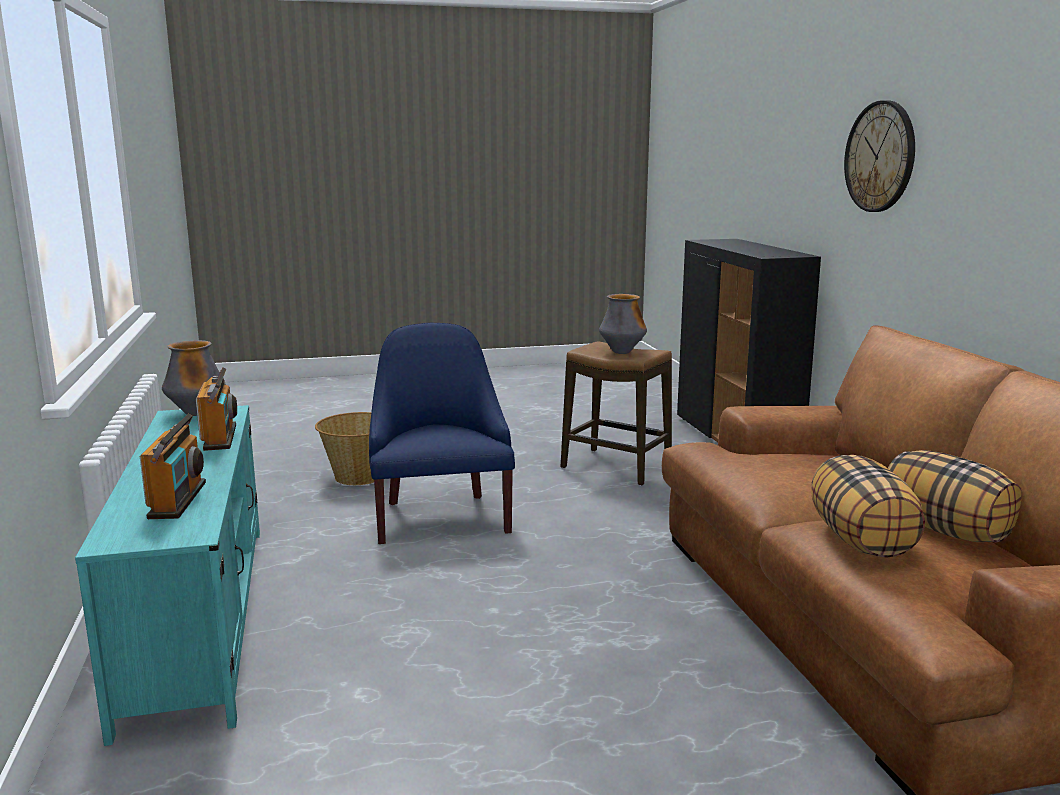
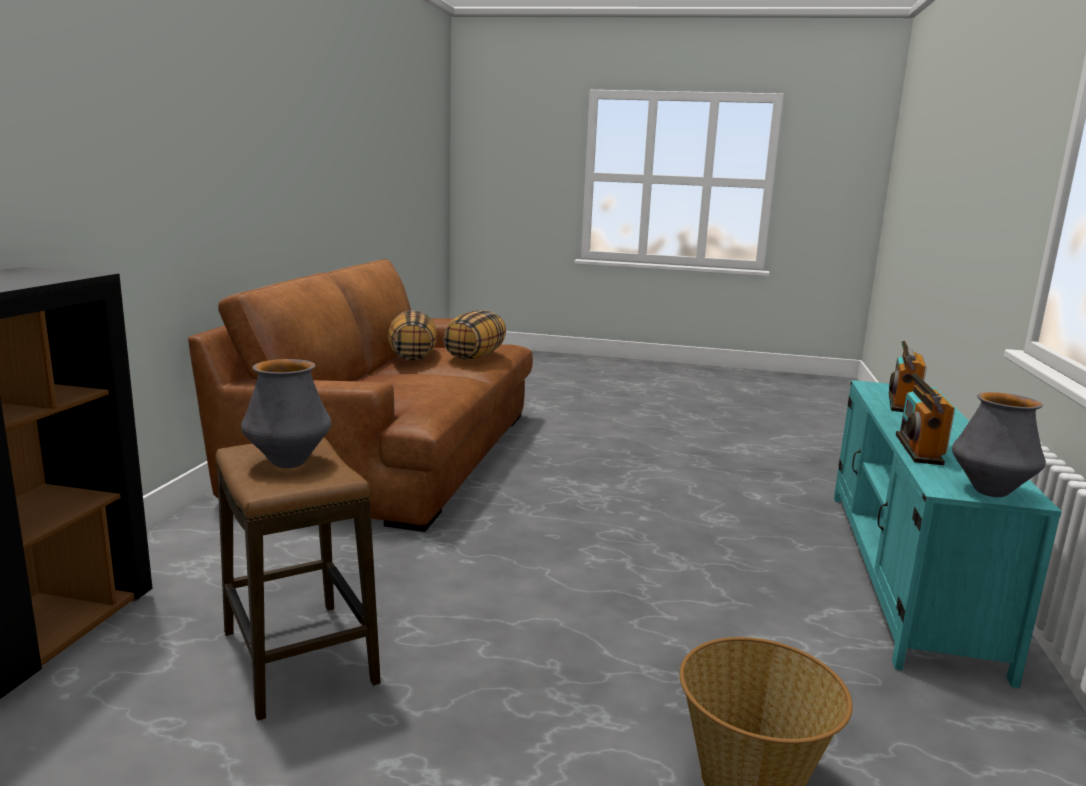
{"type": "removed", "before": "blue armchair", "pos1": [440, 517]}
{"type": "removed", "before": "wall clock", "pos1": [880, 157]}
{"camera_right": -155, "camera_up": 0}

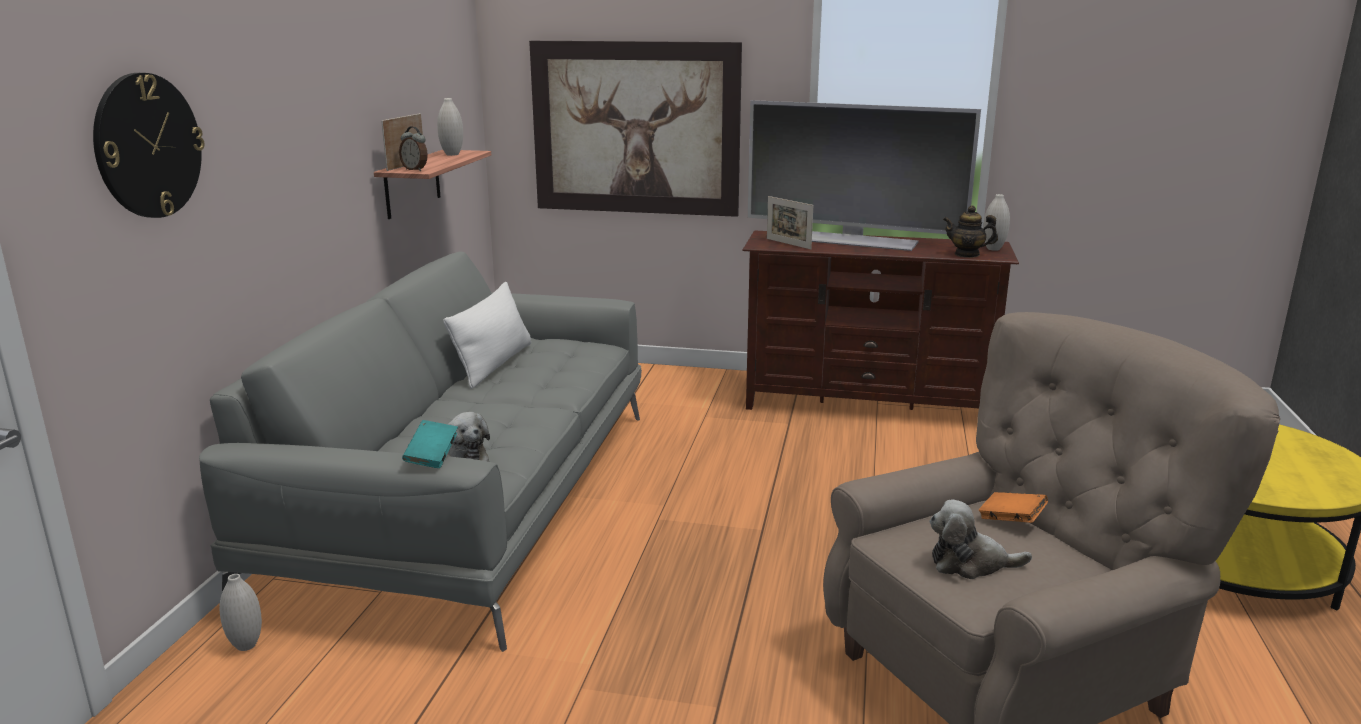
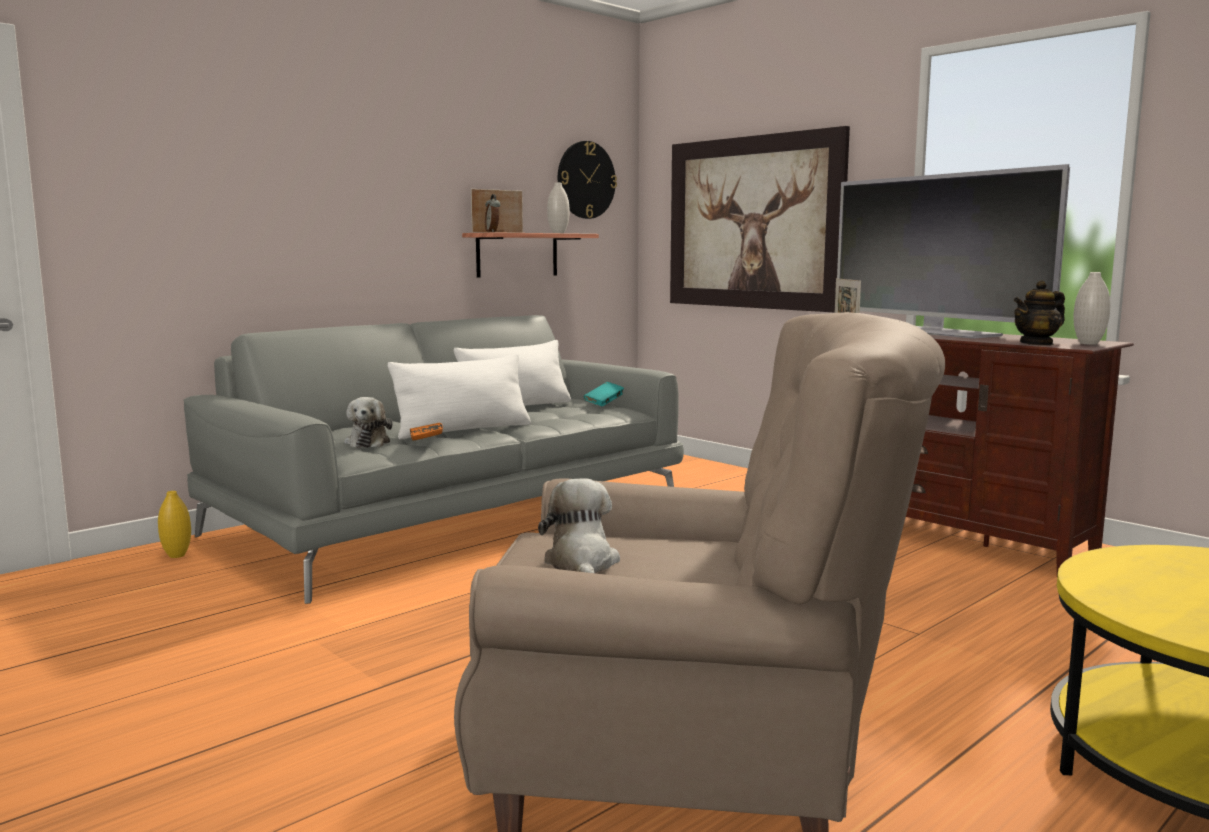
{"type": "added", "after": "white pillow", "pos2": [463, 430]}
{"type": "moved", "before": "wall clock", "pos1": [148, 146], "pos2": [586, 180]}
{"type": "moved", "before": "turquoise book", "pos1": [432, 457], "pos2": [604, 403]}
{"type": "moved", "before": "orange book", "pos1": [1011, 520], "pos2": [426, 443]}
{"type": "recoloured", "before": "white vase", "after": "yellow vase", "pos1": [246, 645], "pos2": [177, 555]}
{"type": "turned", "before": "plush toy", "pos1": [970, 563], "pos2": [581, 564], "turn": 45}
{"type": "turned", "before": "teapot", "pos1": [967, 254], "pos2": [1037, 343], "turn": -75}
{"camera_right": 35, "camera_up": -10}

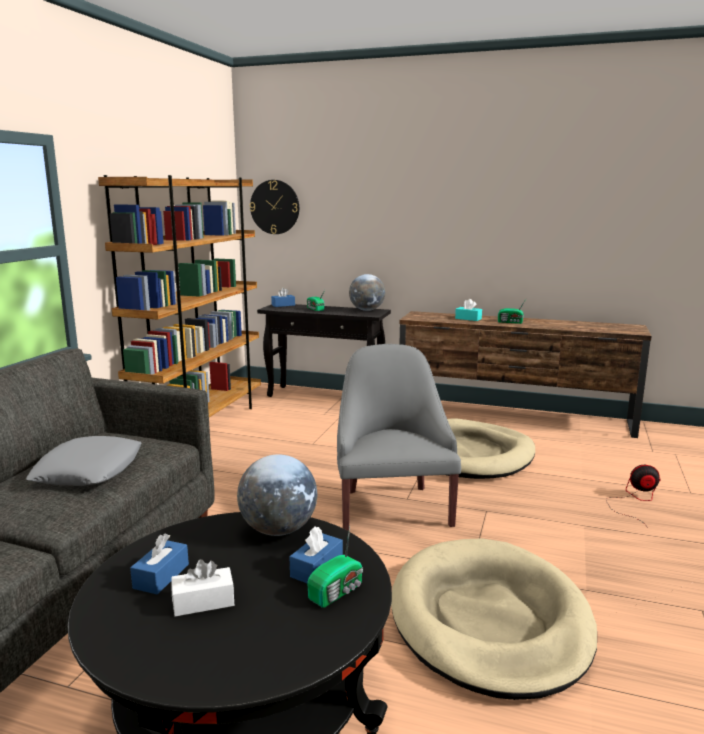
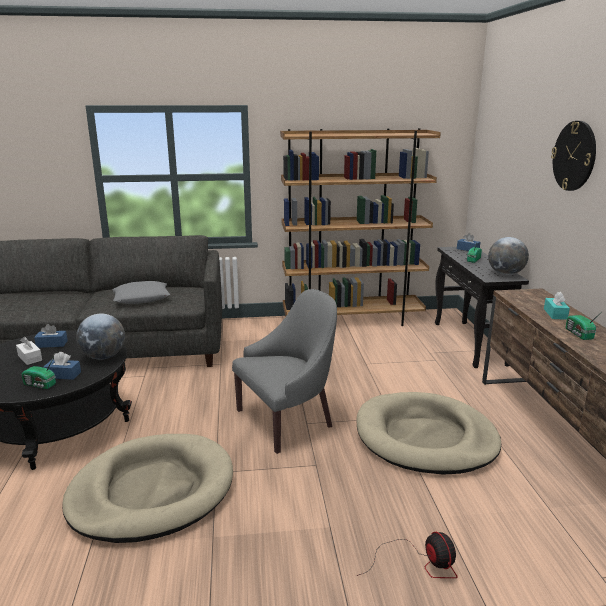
{"type": "moved", "before": "wall clock", "pos1": [275, 207], "pos2": [574, 156]}
{"camera_right": 65, "camera_up": 5}

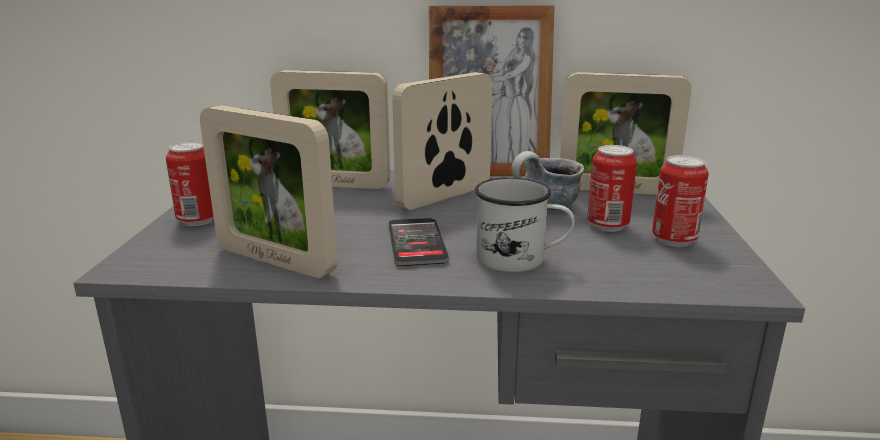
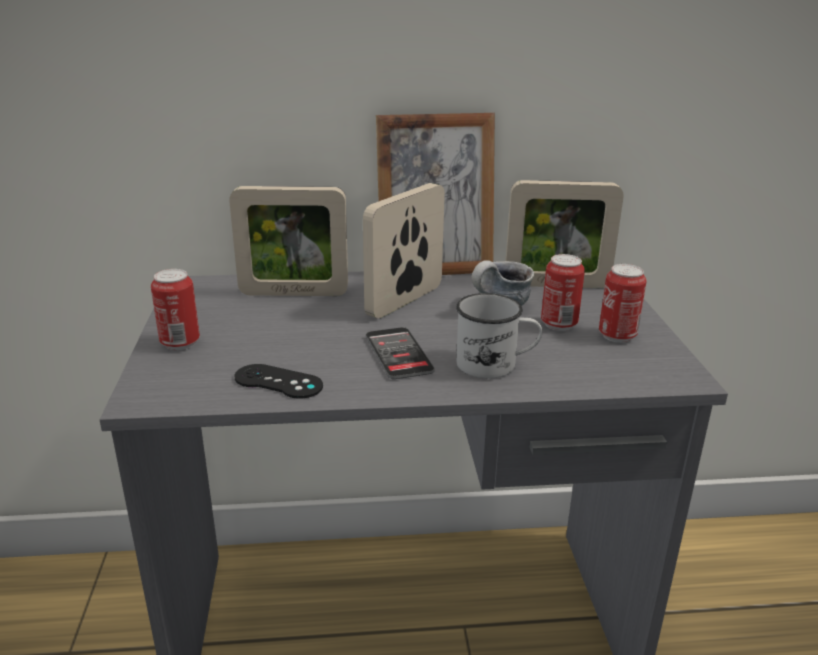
{"type": "replaced", "before": "picture frame", "after": "black game controller", "pos1": [275, 260], "pos2": [278, 382]}
{"camera_right": -10, "camera_up": 5}

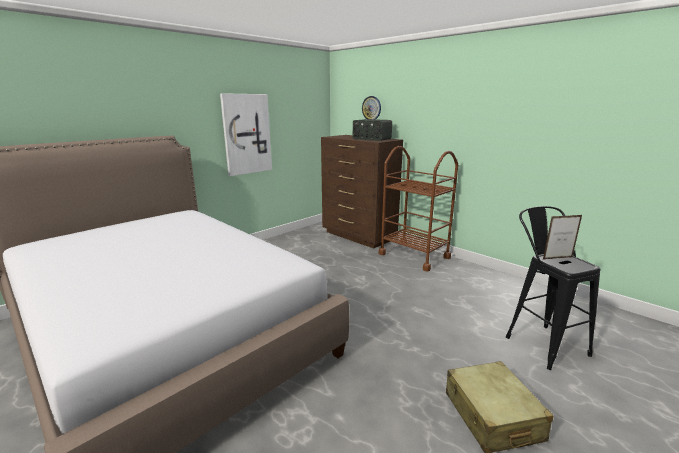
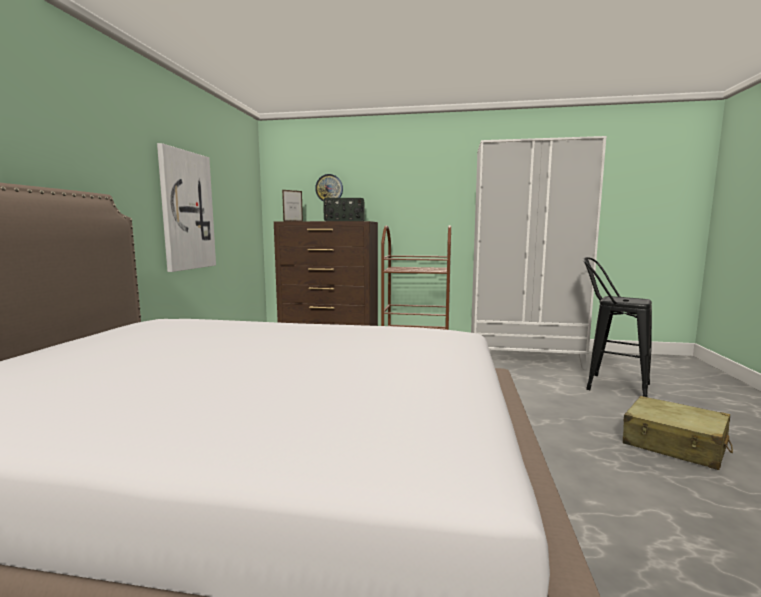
{"type": "added", "after": "white wardrobe", "pos2": [524, 357]}
{"type": "moved", "before": "picture frame", "pos1": [557, 258], "pos2": [293, 221]}
{"camera_right": -35, "camera_up": -10}

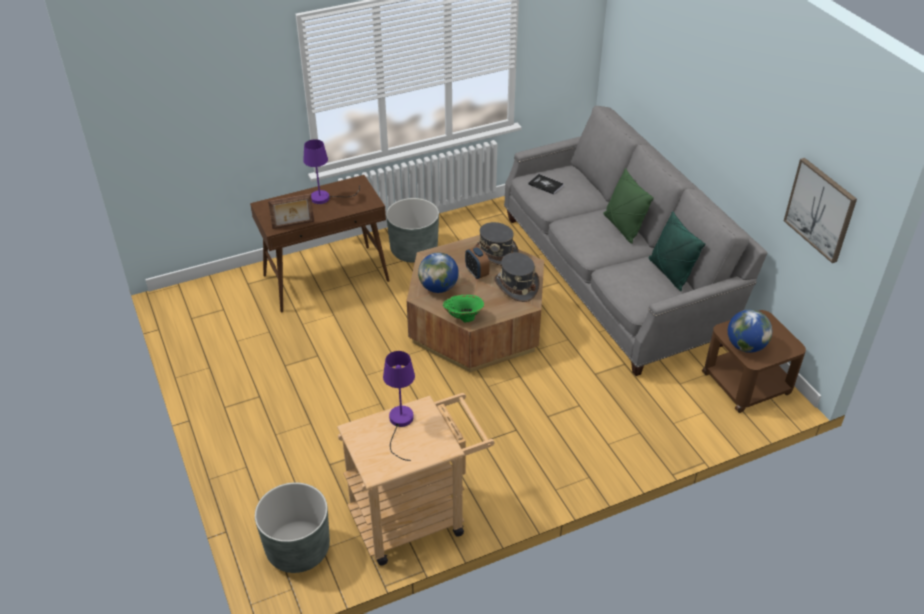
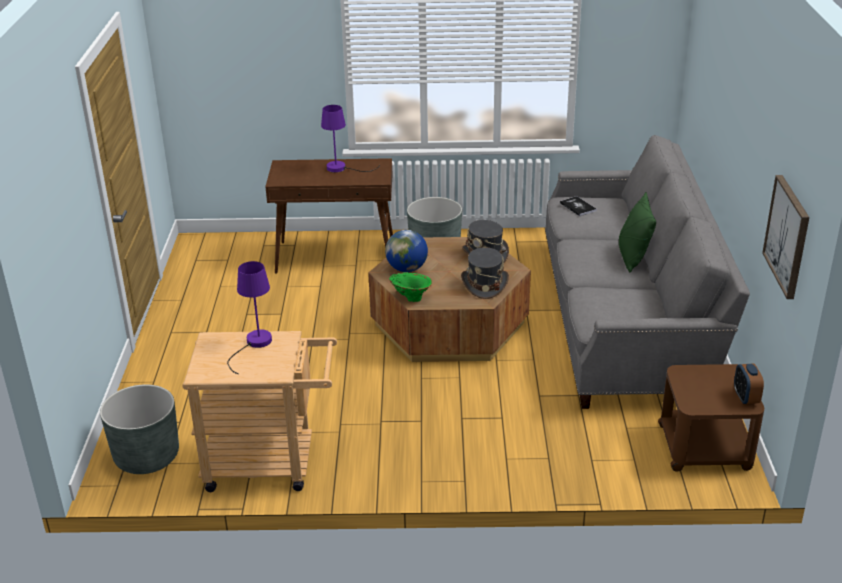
{"type": "removed", "before": "picture frame", "pos1": [293, 225]}
{"type": "removed", "before": "green pillow", "pos1": [670, 273]}
{"type": "removed", "before": "globe", "pos1": [745, 346]}
{"type": "moved", "before": "alarm clock", "pos1": [477, 273], "pos2": [745, 398]}
{"camera_right": 25, "camera_up": -10}

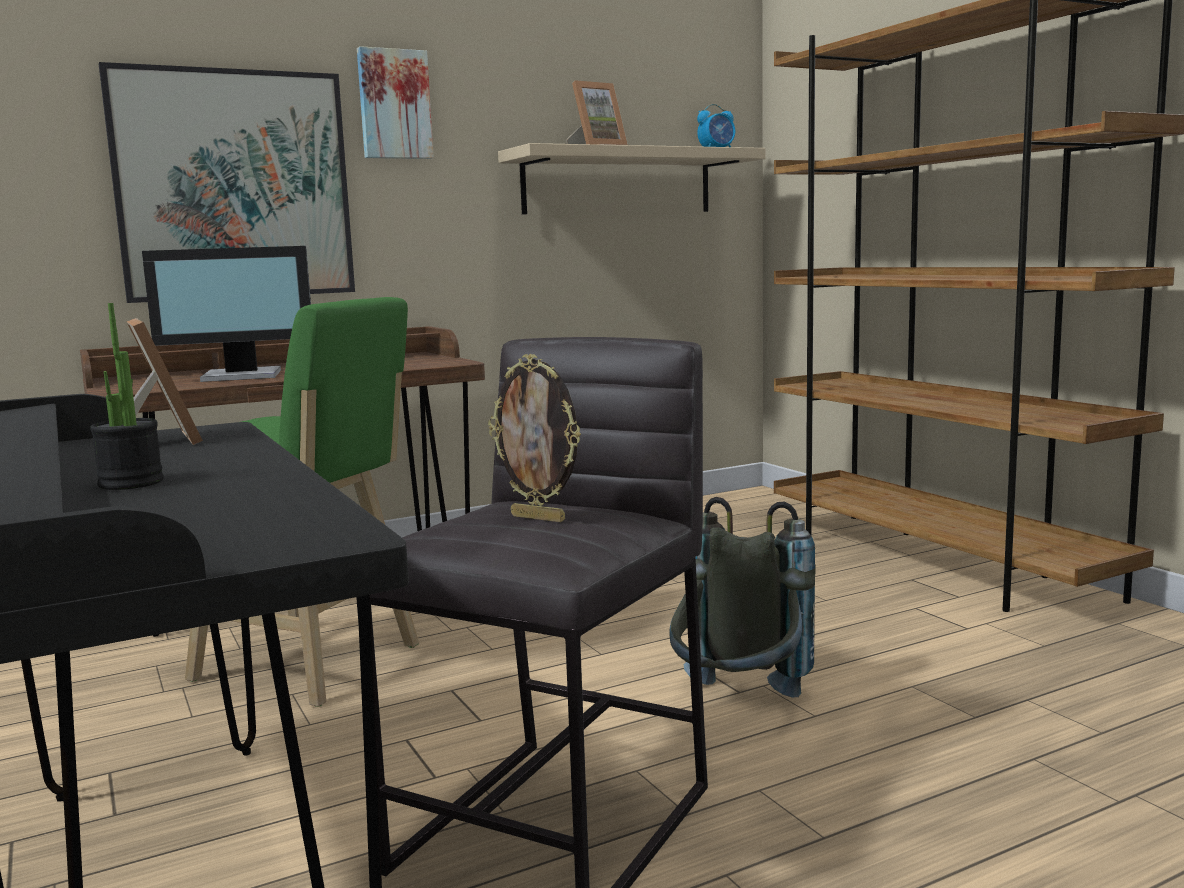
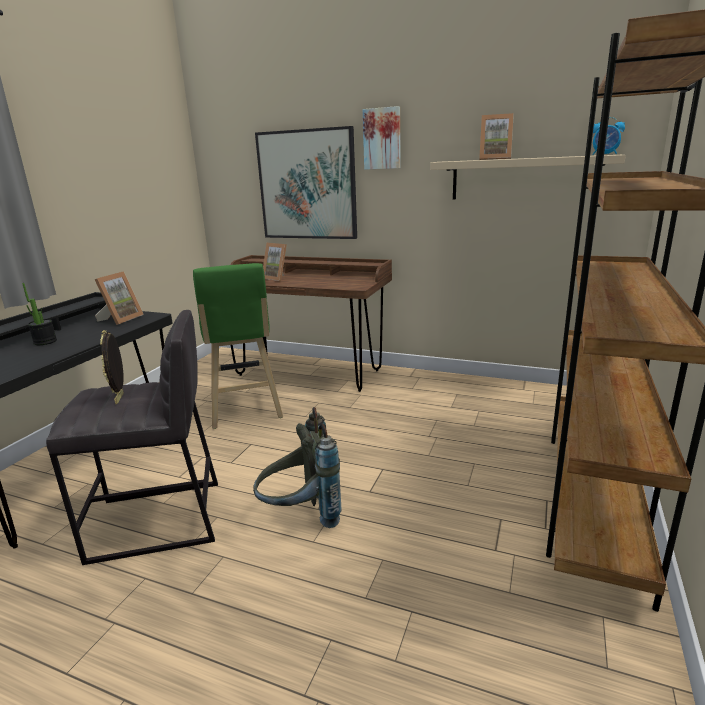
{"type": "replaced", "before": "monitor", "after": "picture frame", "pos1": [243, 376], "pos2": [277, 278]}
{"camera_right": 50, "camera_up": 10}

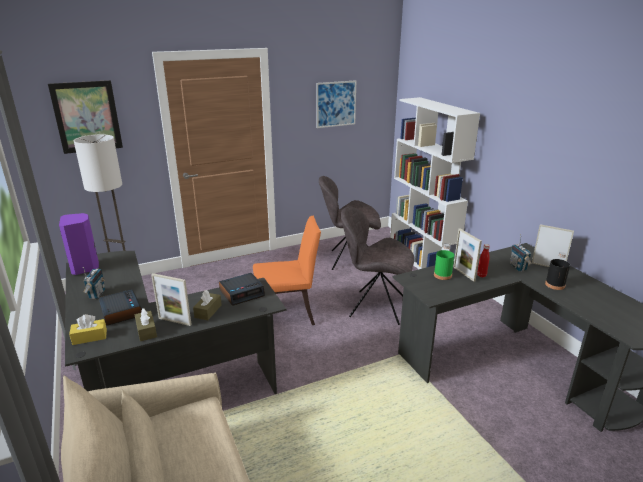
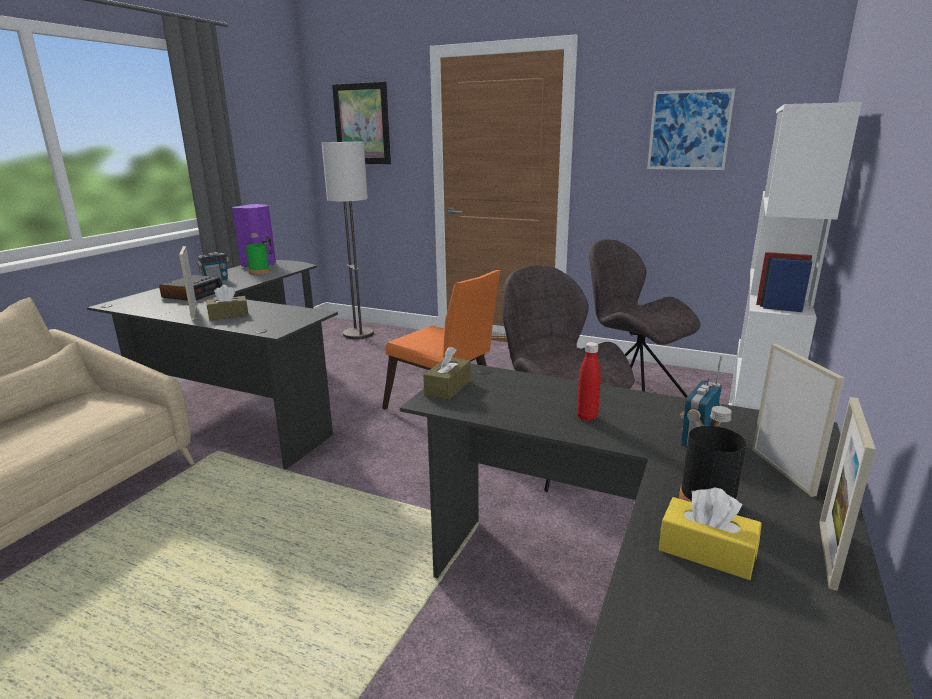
{"type": "removed", "before": "alarm clock", "pos1": [242, 293]}
{"type": "moved", "before": "yellow tissue box", "pos1": [89, 337], "pos2": [706, 551]}
{"type": "moved", "before": "brown tissue box", "pos1": [146, 331], "pos2": [448, 387]}
{"type": "moved", "before": "green bottle", "pos1": [442, 275], "pos2": [259, 271]}
{"type": "moved", "before": "picture frame", "pos1": [464, 274], "pos2": [827, 553]}
{"camera_right": 50, "camera_up": -5}

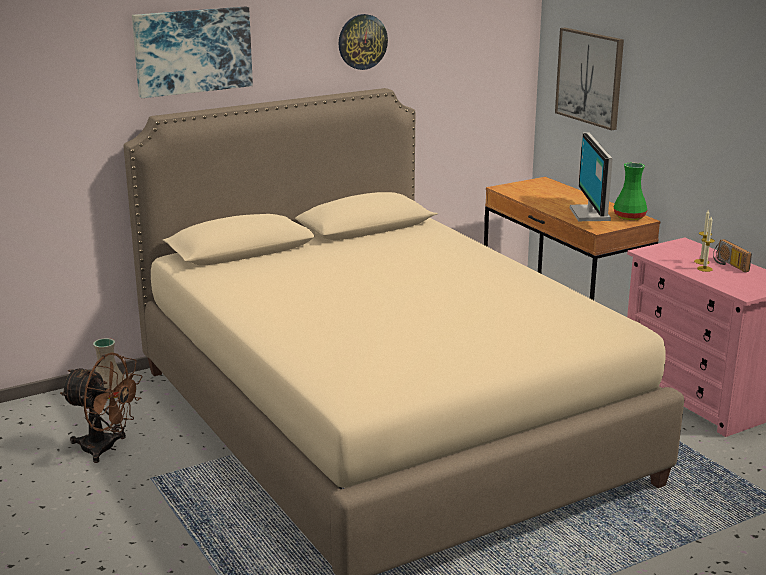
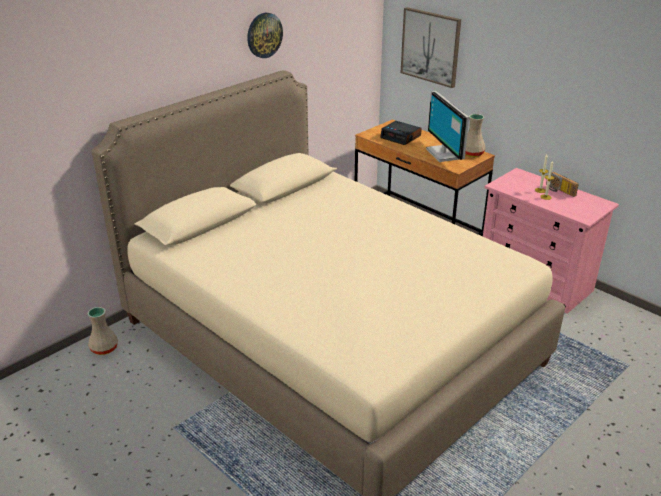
{"type": "removed", "before": "brown fan", "pos1": [106, 448]}
{"type": "removed", "before": "picture", "pos1": [192, 51]}
{"type": "added", "after": "alarm clock", "pos2": [401, 137]}
{"type": "recoloured", "before": "green vase", "after": "beige vase", "pos1": [629, 217], "pos2": [472, 154]}
{"camera_right": -15, "camera_up": 10}

